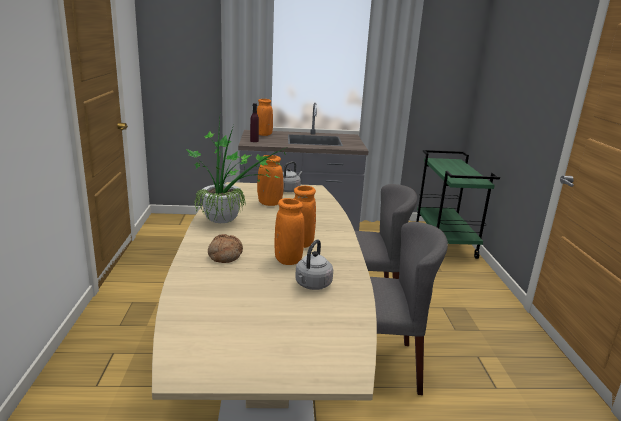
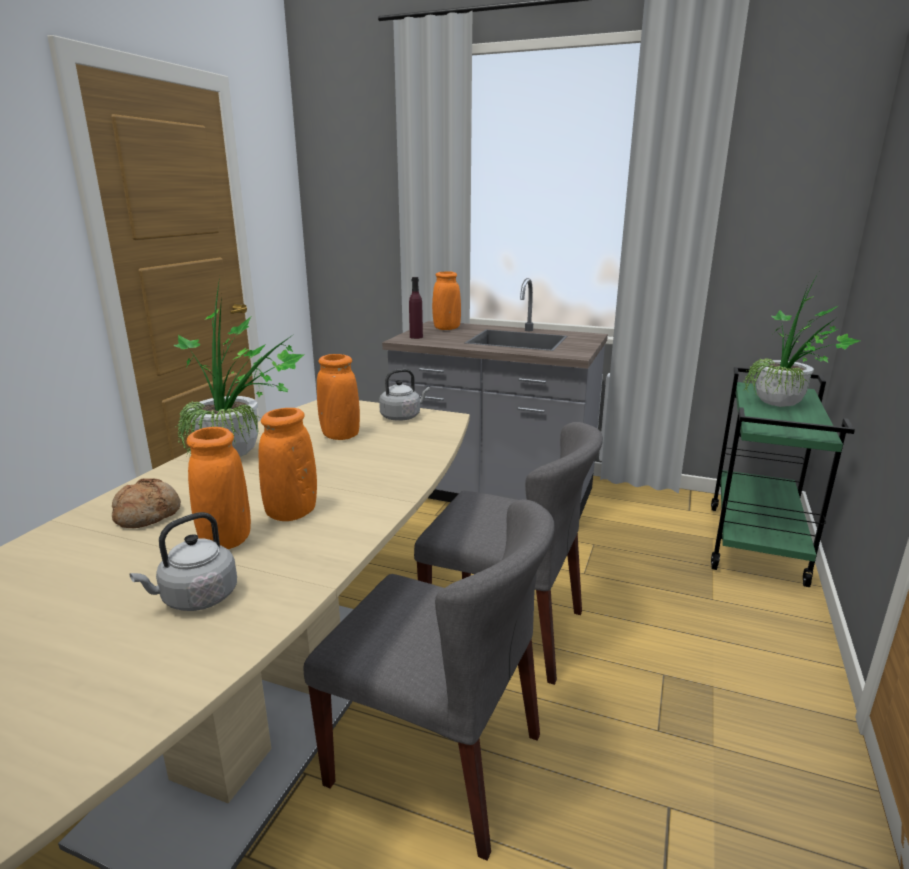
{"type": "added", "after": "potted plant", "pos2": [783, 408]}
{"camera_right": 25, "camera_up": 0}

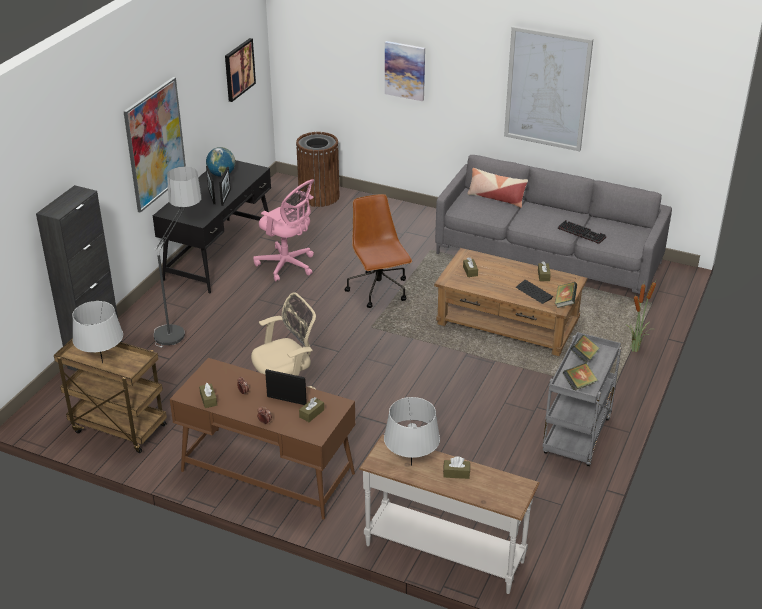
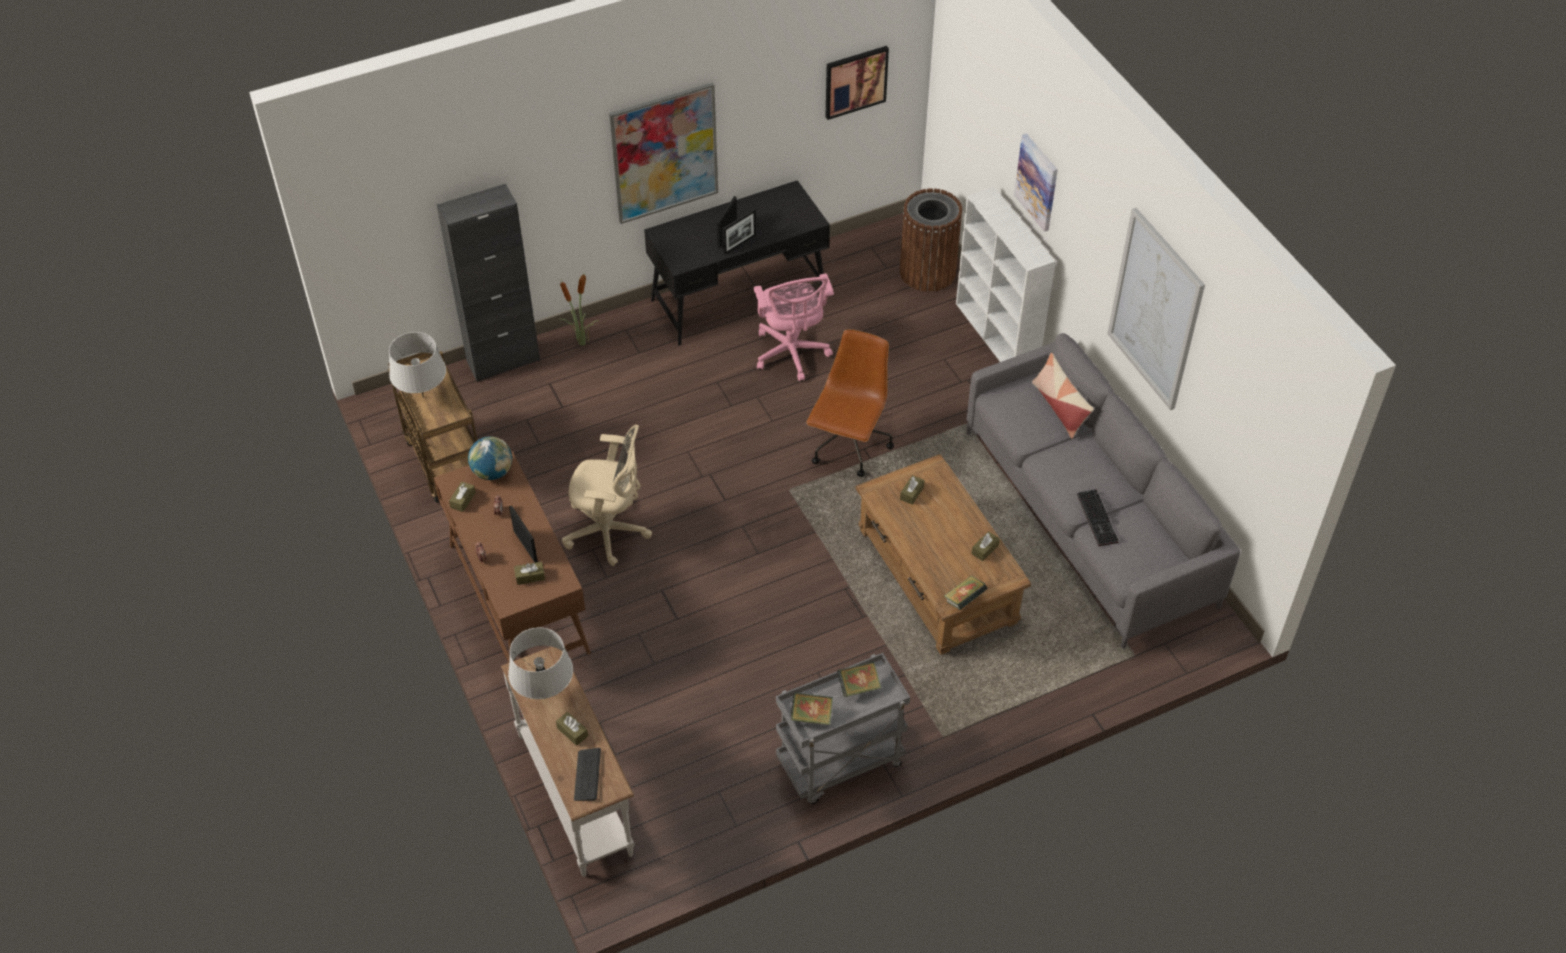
{"type": "removed", "before": "floor lamp", "pos1": [182, 323]}
{"type": "added", "after": "white bookcase", "pos2": [997, 336]}
{"type": "moved", "before": "globe", "pos1": [221, 174], "pos2": [492, 472]}
{"type": "moved", "before": "keyboard", "pos1": [534, 292], "pos2": [587, 775]}
{"type": "moved", "before": "potted plant", "pos1": [635, 349], "pos2": [582, 343]}
{"camera_right": 40, "camera_up": 15}

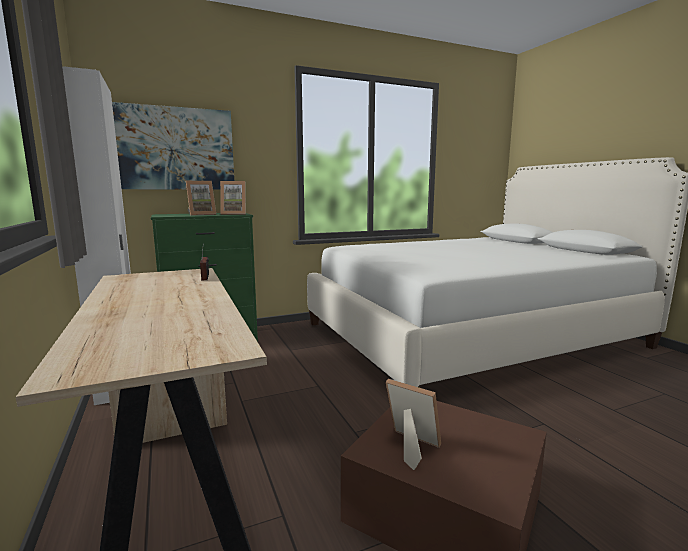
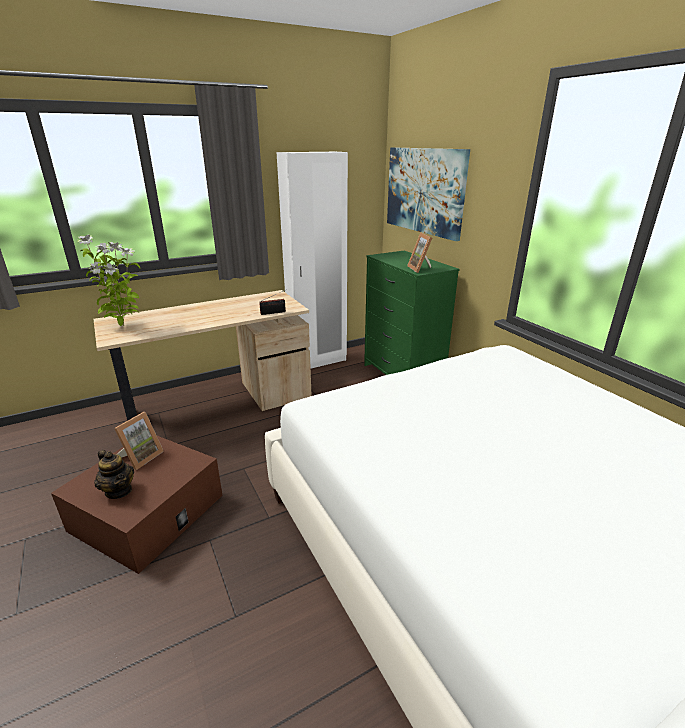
{"type": "removed", "before": "picture frame", "pos1": [201, 214]}
{"type": "added", "after": "potted plant", "pos2": [123, 326]}
{"type": "added", "after": "teapot", "pos2": [119, 490]}
{"camera_right": 85, "camera_up": 15}

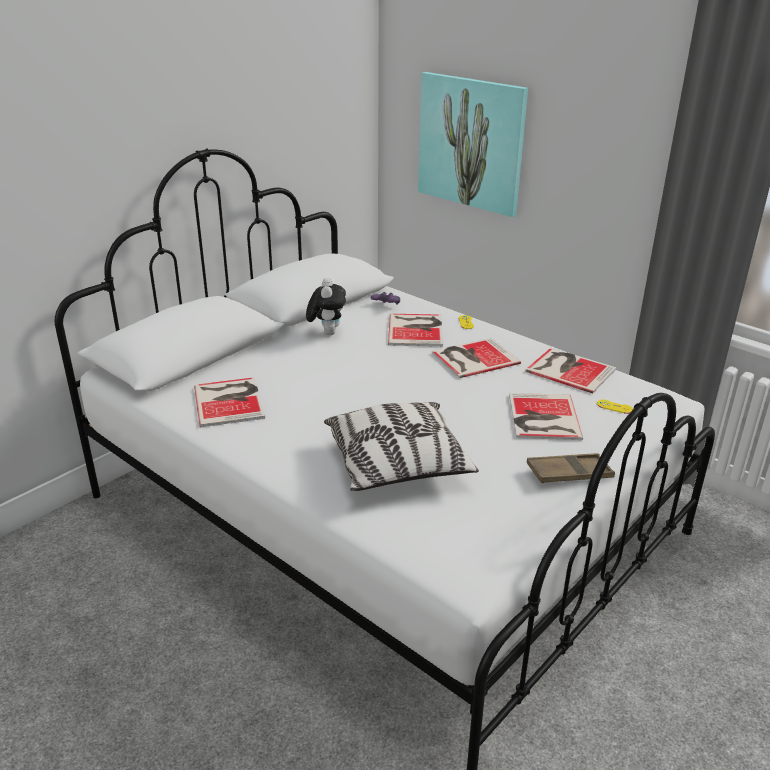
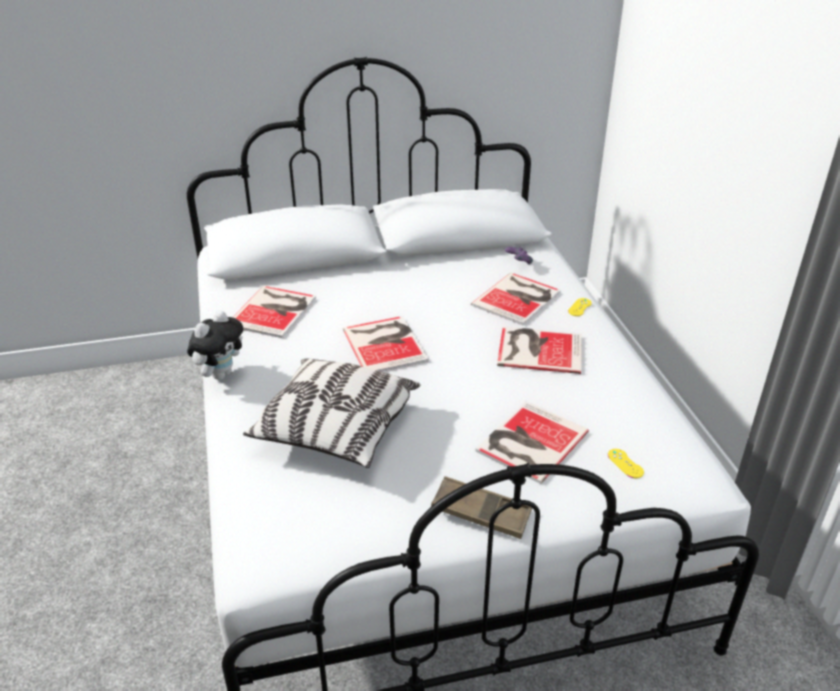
{"type": "removed", "before": "picture", "pos1": [470, 143]}
{"type": "moved", "before": "plush toy", "pos1": [327, 332], "pos2": [220, 374]}
{"type": "moved", "before": "book", "pos1": [569, 369], "pos2": [385, 343]}
{"camera_right": 35, "camera_up": 5}

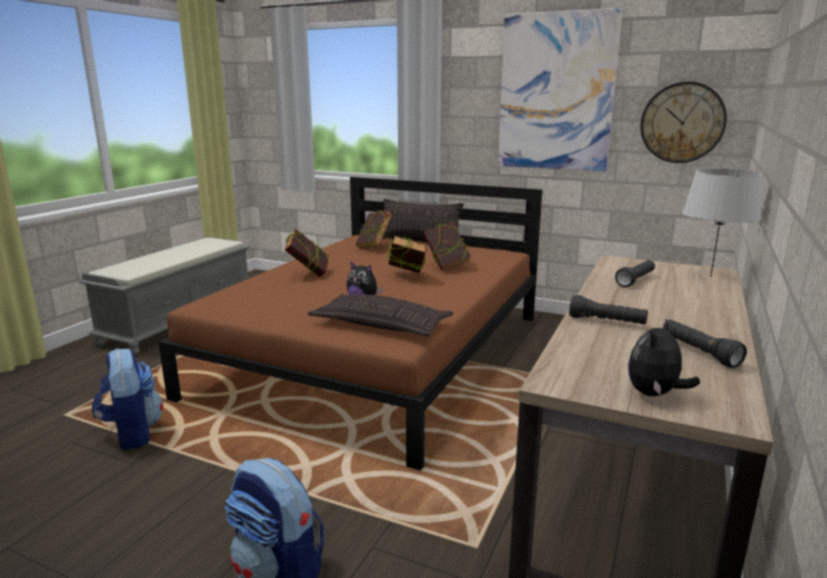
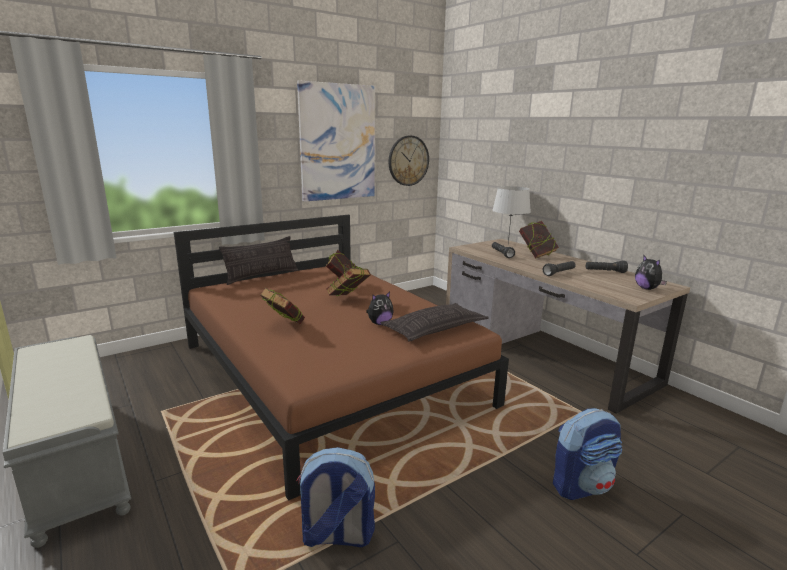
{"type": "moved", "before": "book", "pos1": [374, 247], "pos2": [536, 255]}
{"camera_right": -60, "camera_up": 0}

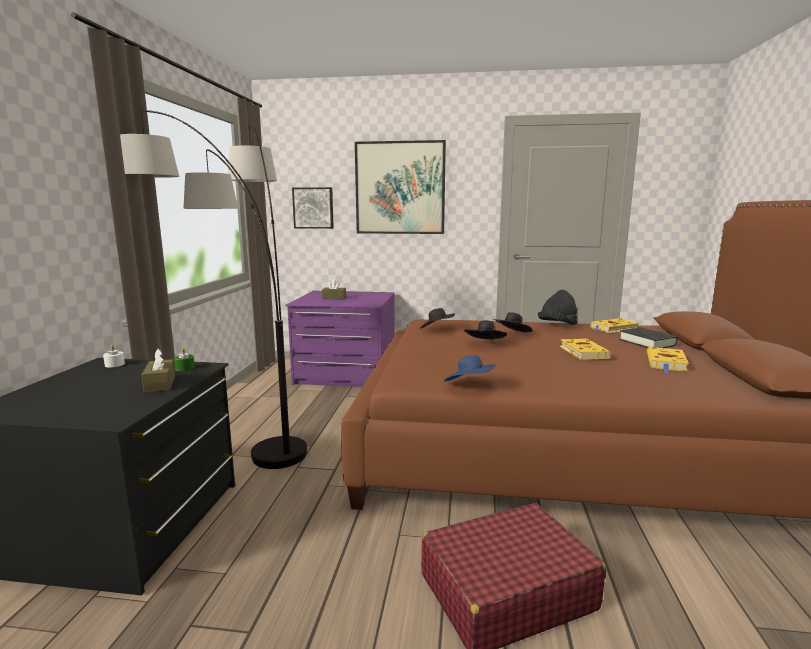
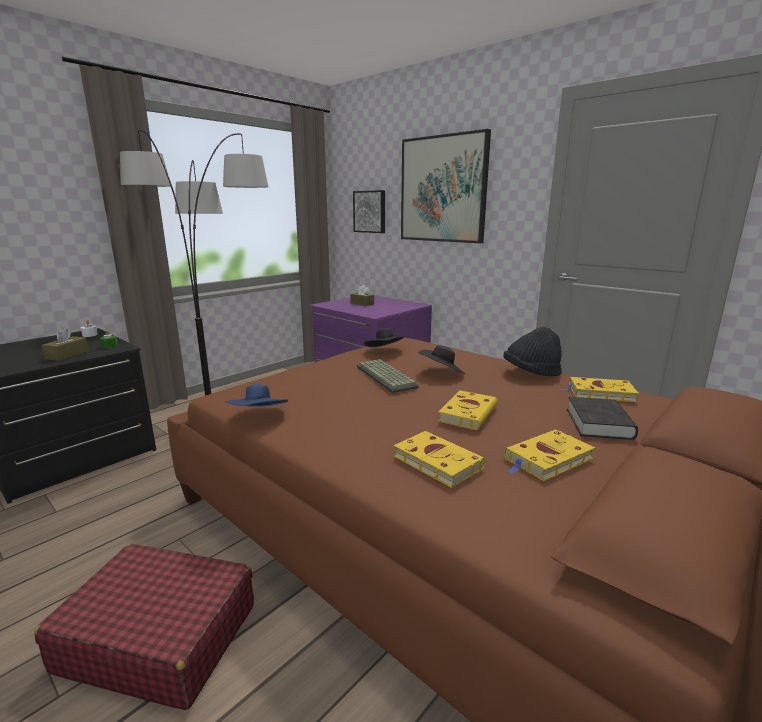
{"type": "added", "after": "yellow book", "pos2": [435, 462]}
{"type": "replaced", "before": "black hat", "after": "keyboard", "pos1": [485, 344], "pos2": [387, 377]}
{"camera_right": 35, "camera_up": 5}

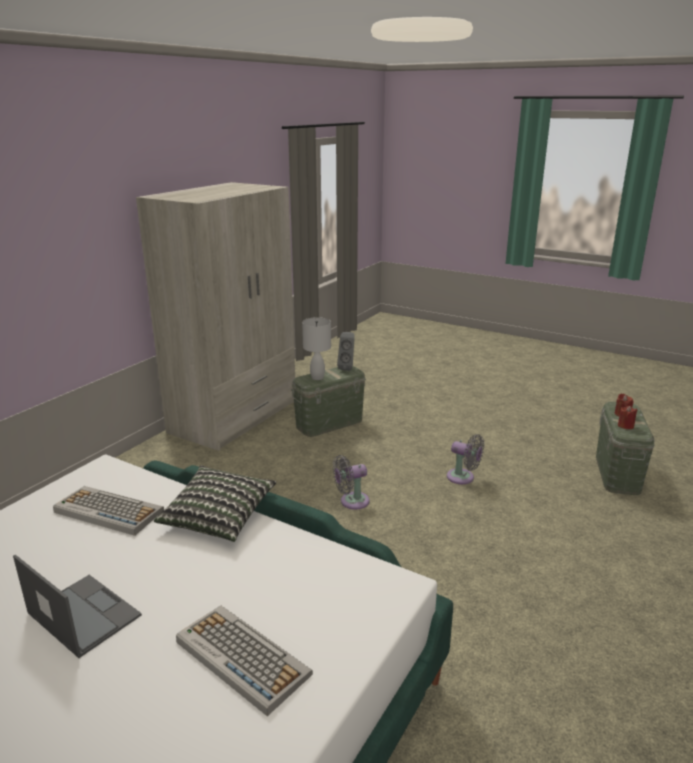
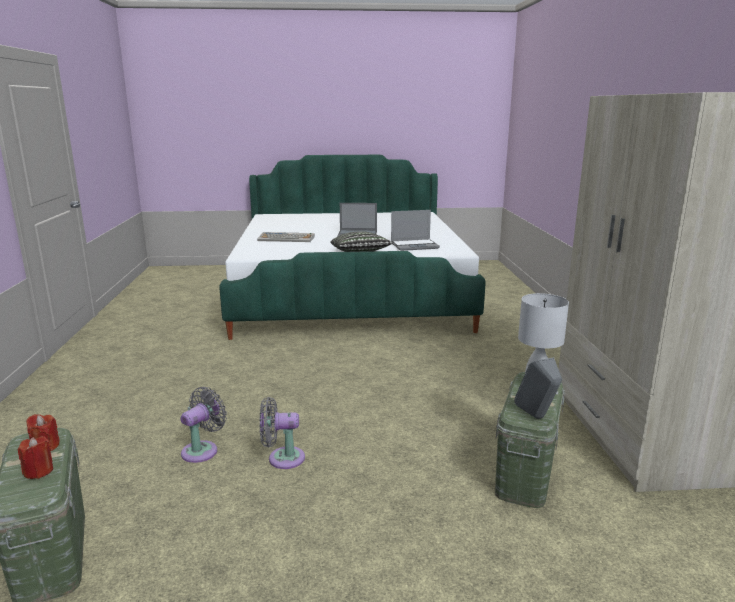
{"type": "moved", "before": "grey fan", "pos1": [351, 501], "pos2": [203, 450]}
{"type": "replaced", "before": "keyboard", "after": "laptop", "pos1": [107, 511], "pos2": [415, 246]}
{"camera_right": 145, "camera_up": -5}

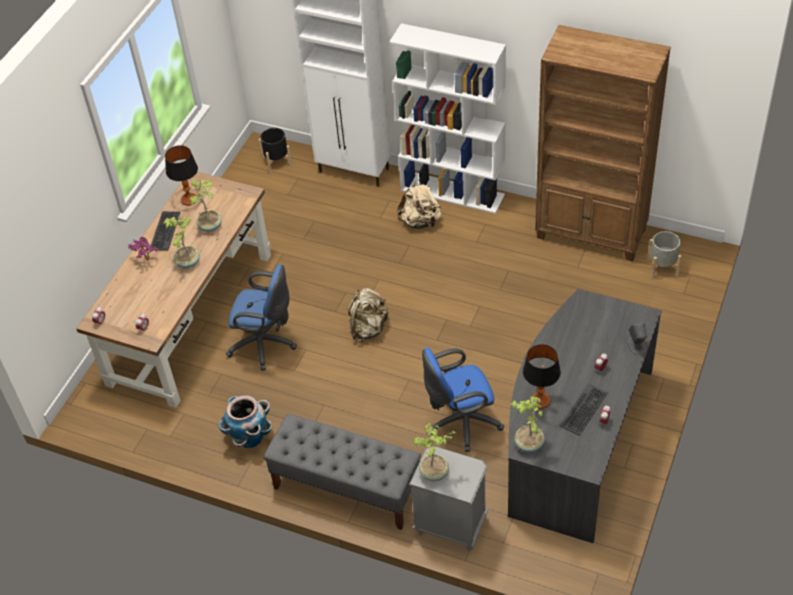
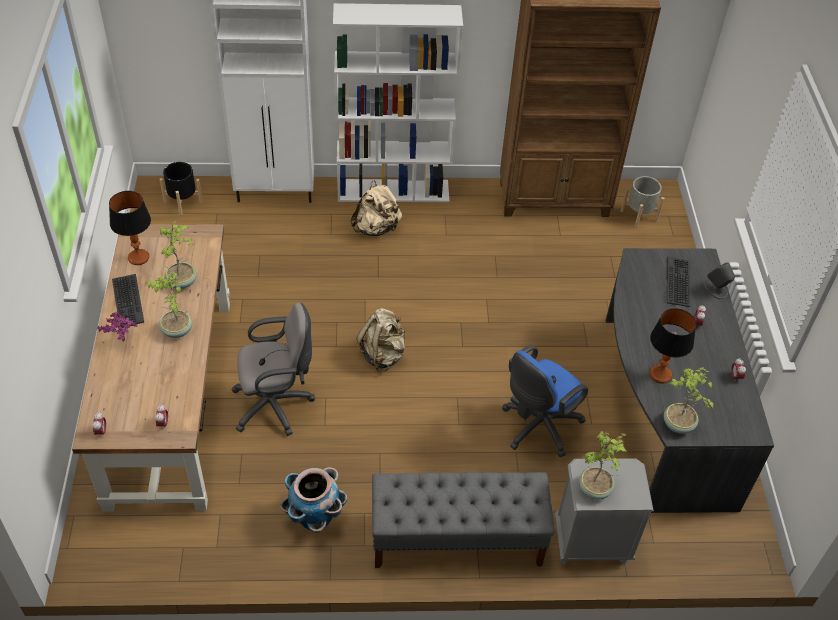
{"type": "moved", "before": "keyboard", "pos1": [584, 410], "pos2": [678, 282]}
{"type": "recoloured", "before": "blue office chair", "after": "grey office chair", "pos1": [265, 344], "pos2": [276, 405]}
{"camera_right": -30, "camera_up": 0}

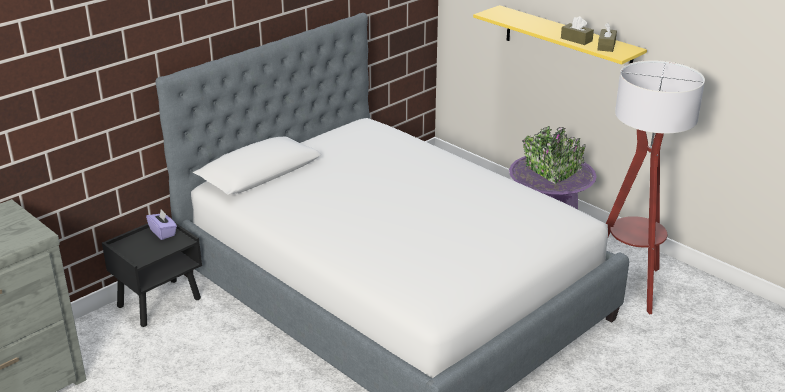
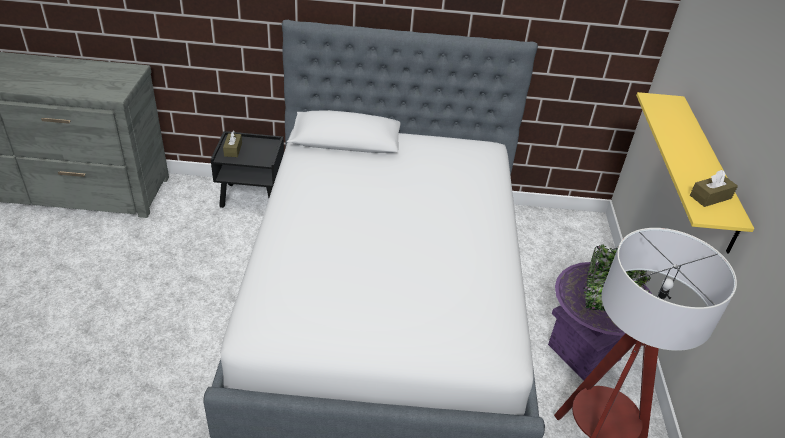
{"type": "removed", "before": "purple tissue box", "pos1": [163, 232]}
{"type": "moved", "before": "brown tissue box", "pos1": [576, 39], "pos2": [233, 149]}
{"camera_right": 45, "camera_up": 10}

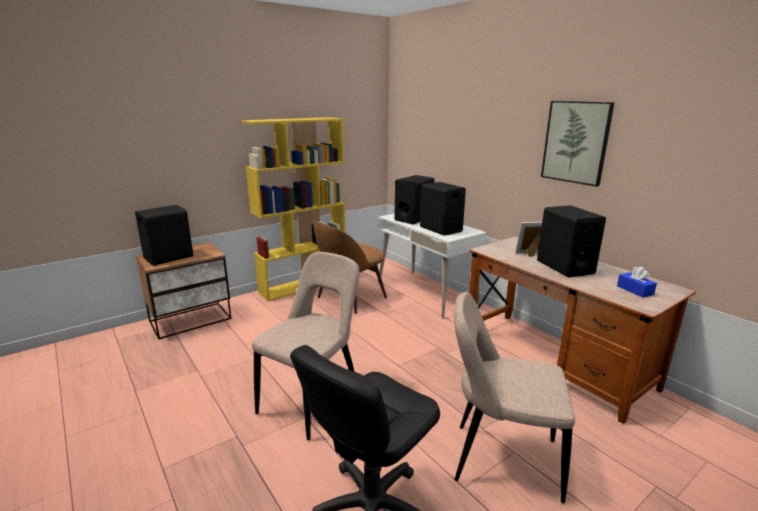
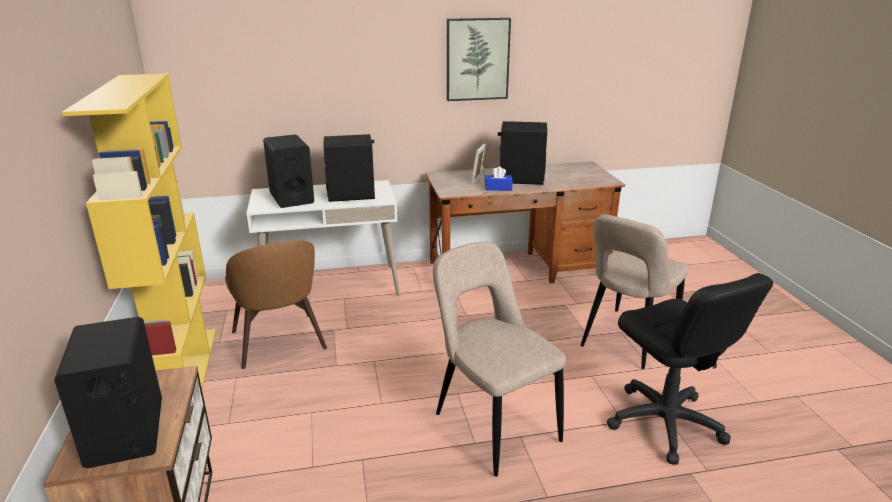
{"type": "moved", "before": "blue tissue box", "pos1": [635, 290], "pos2": [498, 188]}
{"camera_right": -65, "camera_up": 5}

